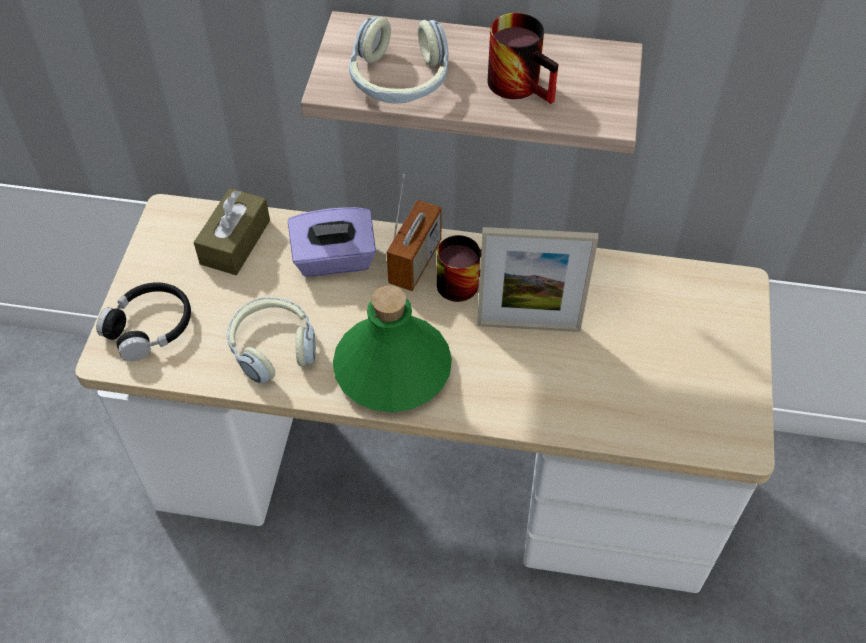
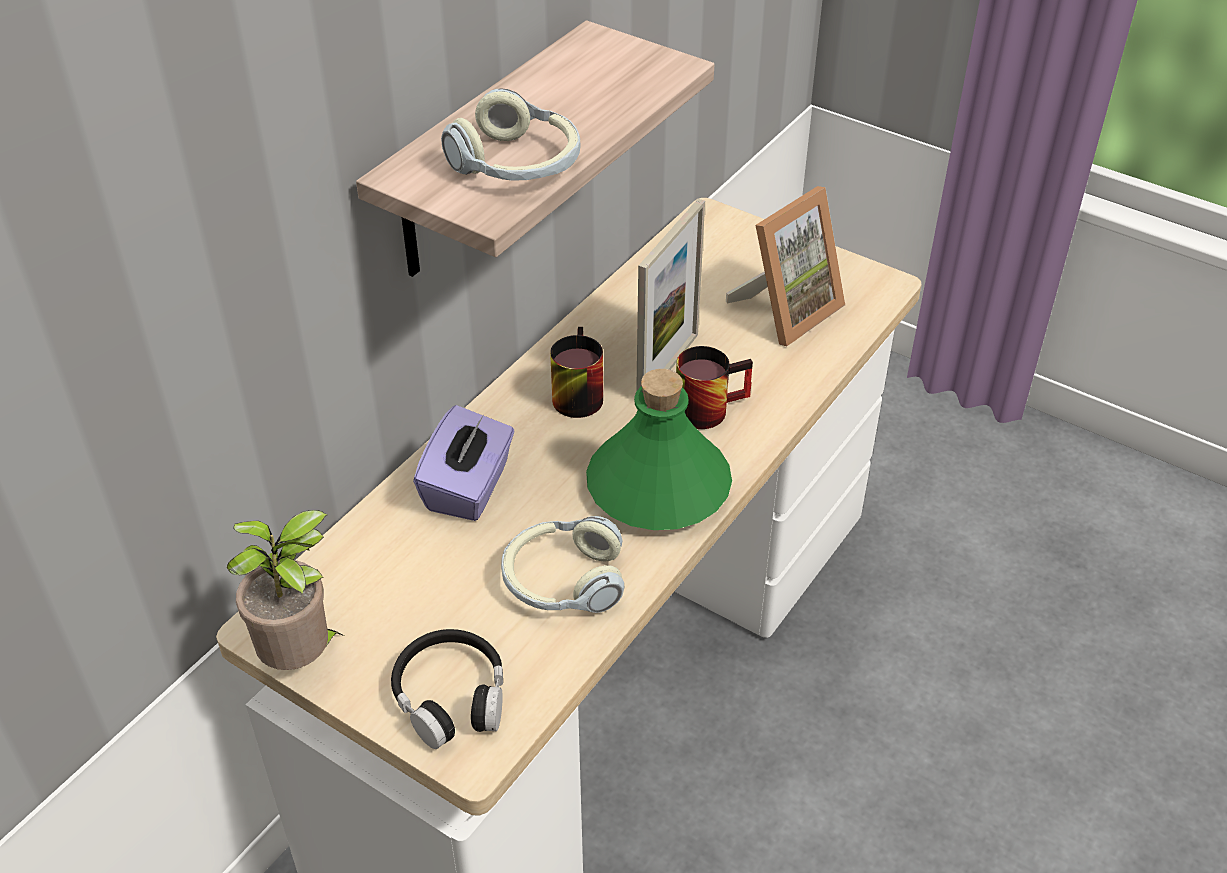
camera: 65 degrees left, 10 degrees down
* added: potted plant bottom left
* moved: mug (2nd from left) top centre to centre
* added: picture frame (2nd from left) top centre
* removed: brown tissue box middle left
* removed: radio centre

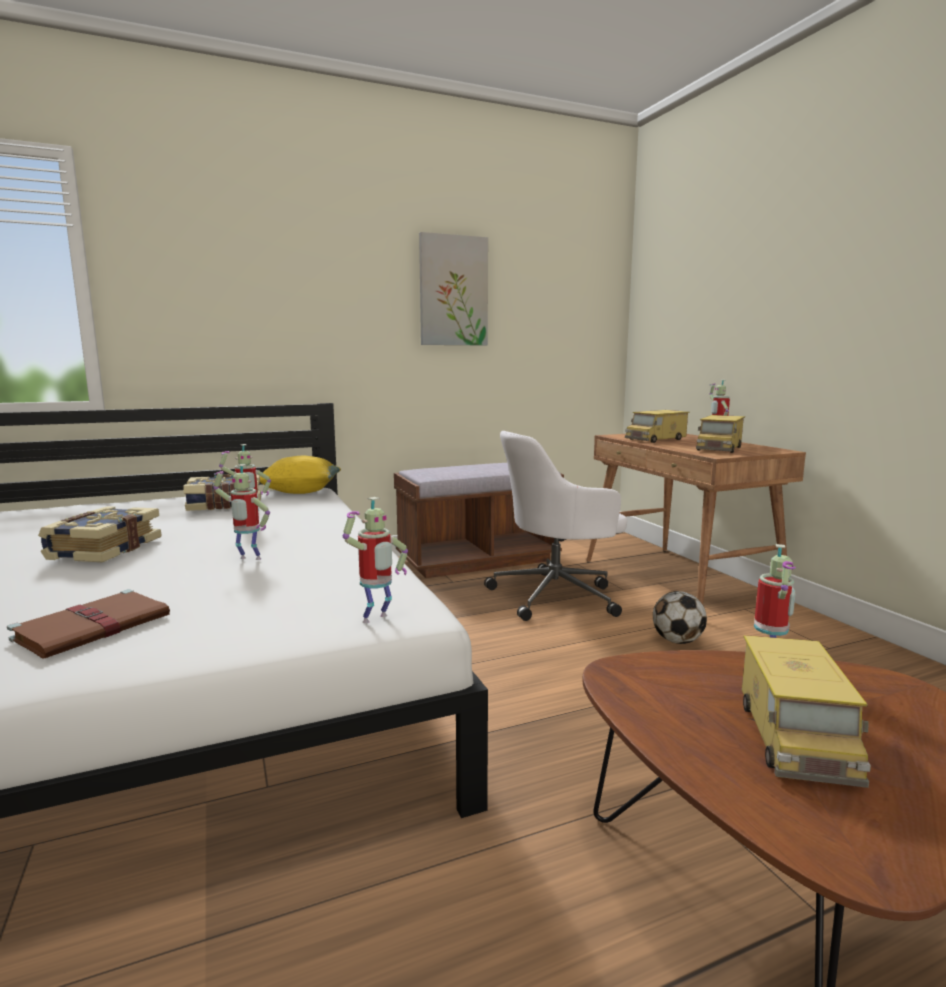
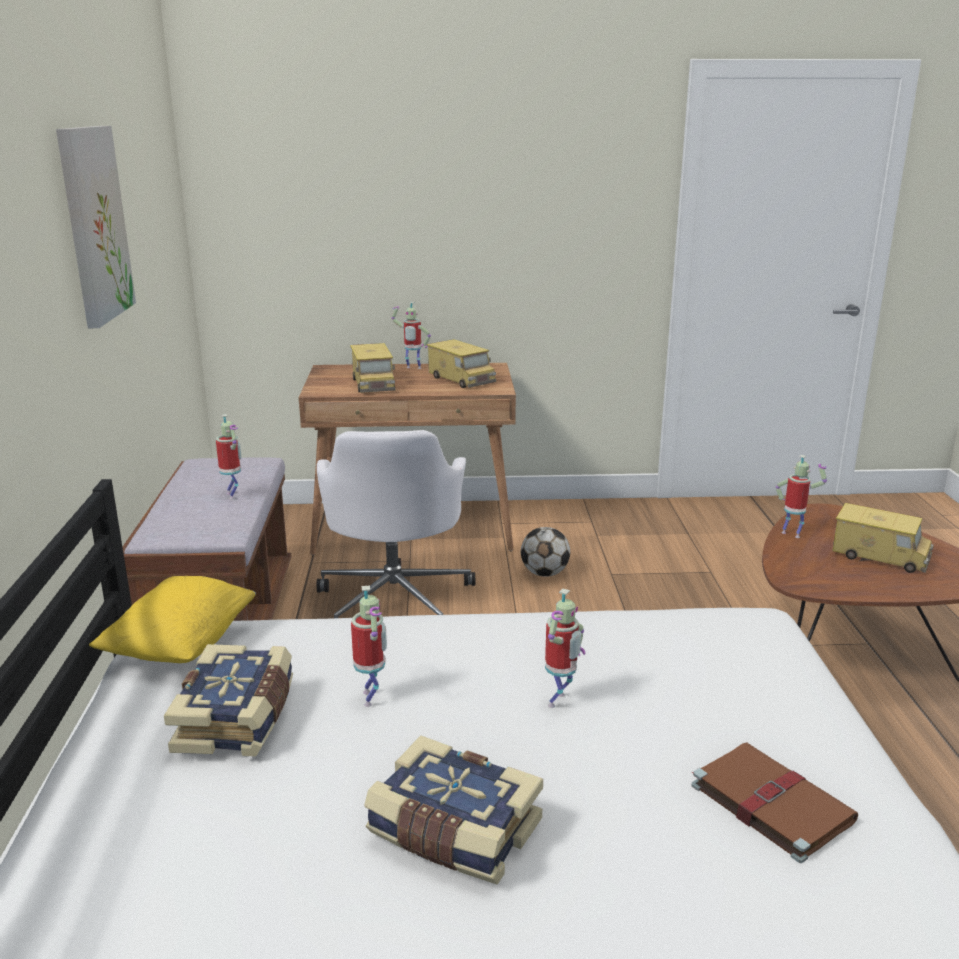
camera: 70 degrees left, 10 degrees up
* moved: toy robot (3rd from left in the first image) centre to toy robot (1st from left) middle left

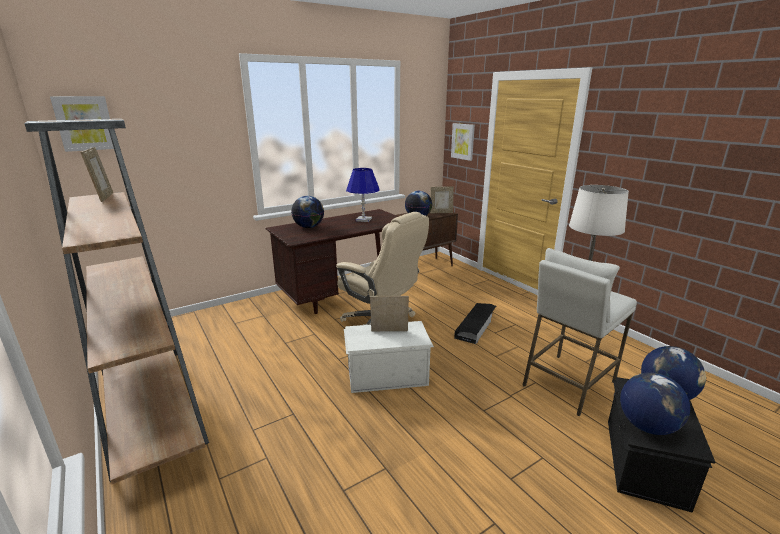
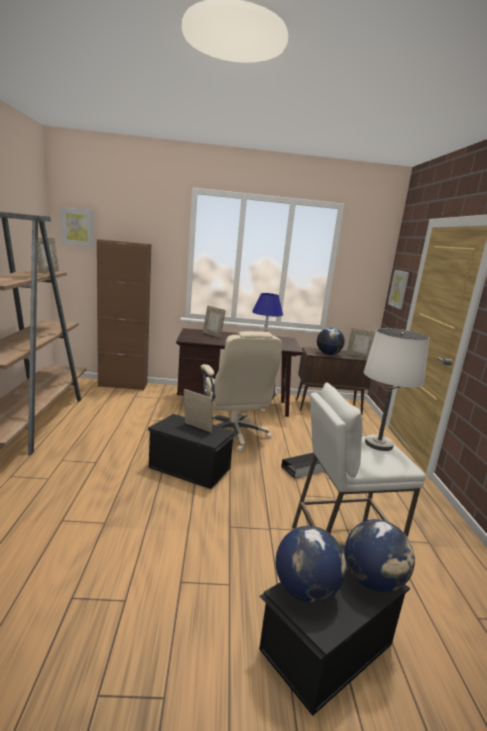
camera: 30 degrees right, 5 degrees down
* added: brown cabinet (1st from left) middle left
* recoloured: white storage box bottom centre to black storage box (1st from left) centre
* replaced: globe (1st from left) centre to picture frame (3rd from left) centre

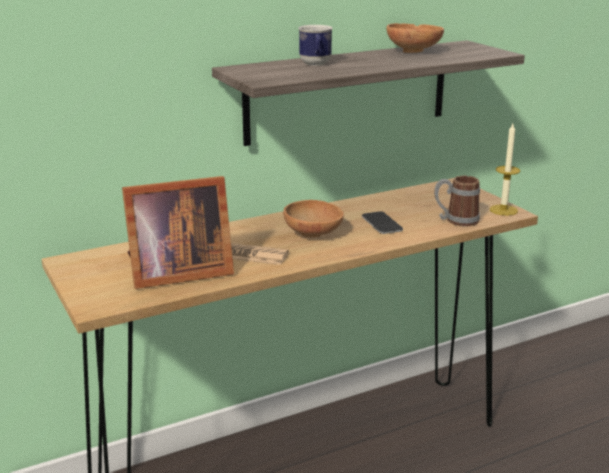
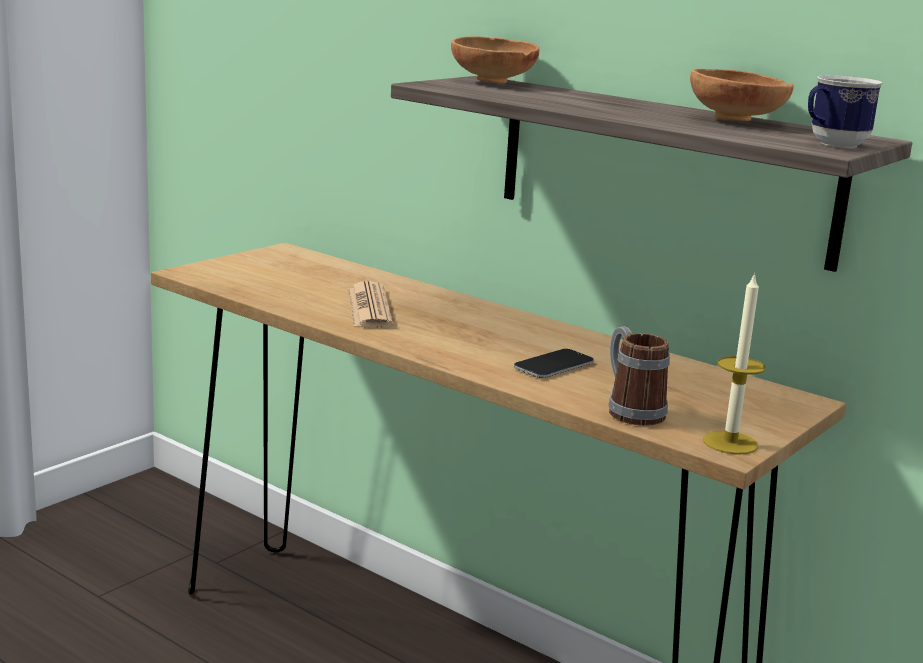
camera: 65 degrees right, 5 degrees down
* moved: brown bowl (1st from left) centre to top centre
* moved: mug (1st from left in the first image) top centre to mug (2nd from left) top right
* removed: picture frame middle left

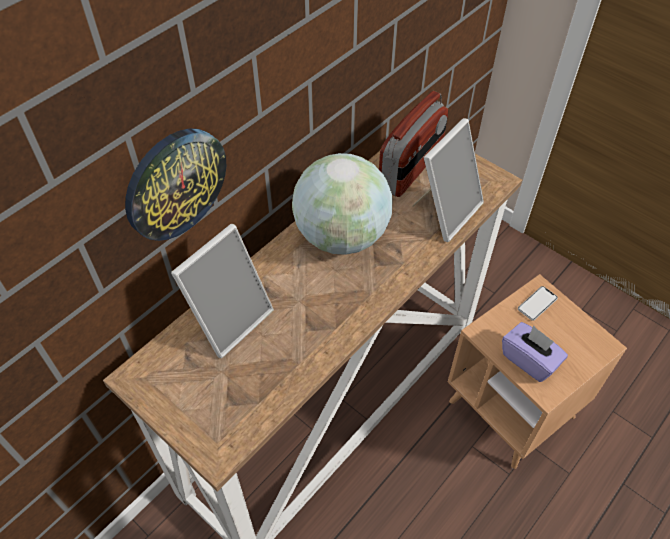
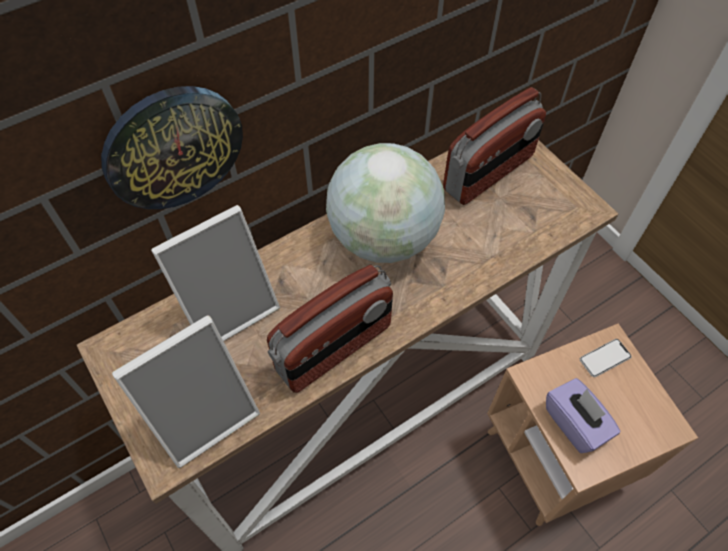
camera: 15 degrees right, 5 degrees up
* moved: picture frame (2nd from left in the first image) middle right to picture frame (1st from left) bottom left
* added: radio (1st from left) centre

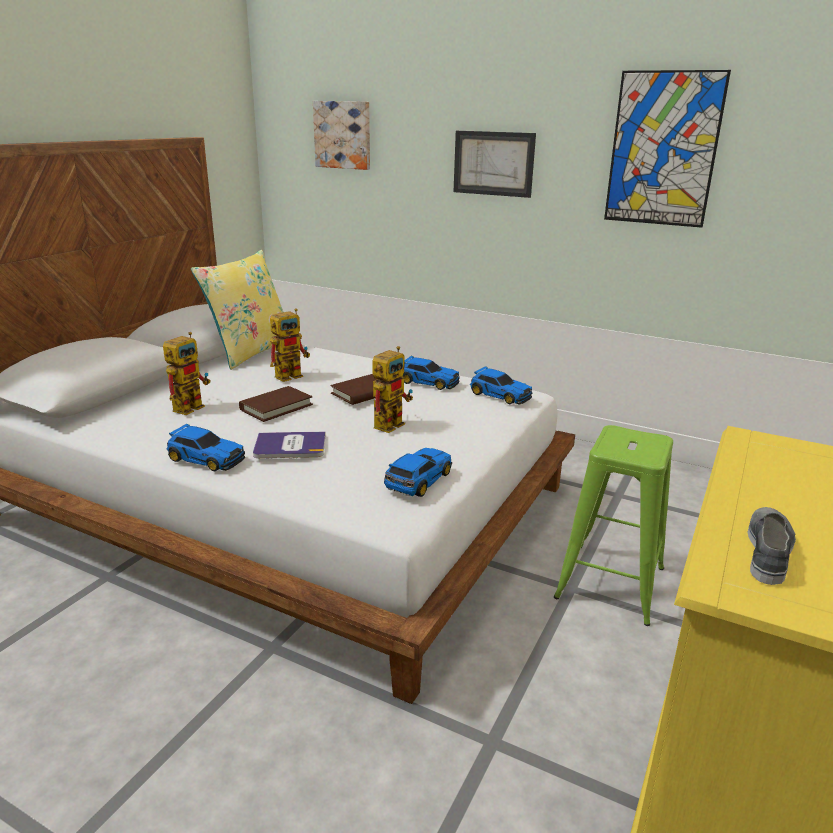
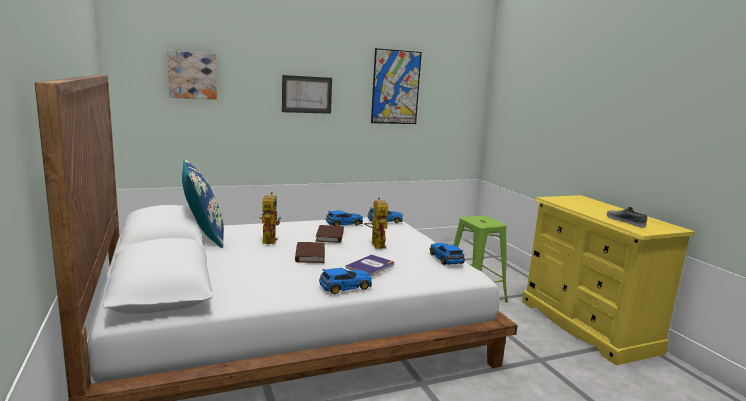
camera: 50 degrees left, 10 degrees down
* recoloured: yellow pillow middle left to blue pillow middle left
* removed: toy robot (1st from left) middle left

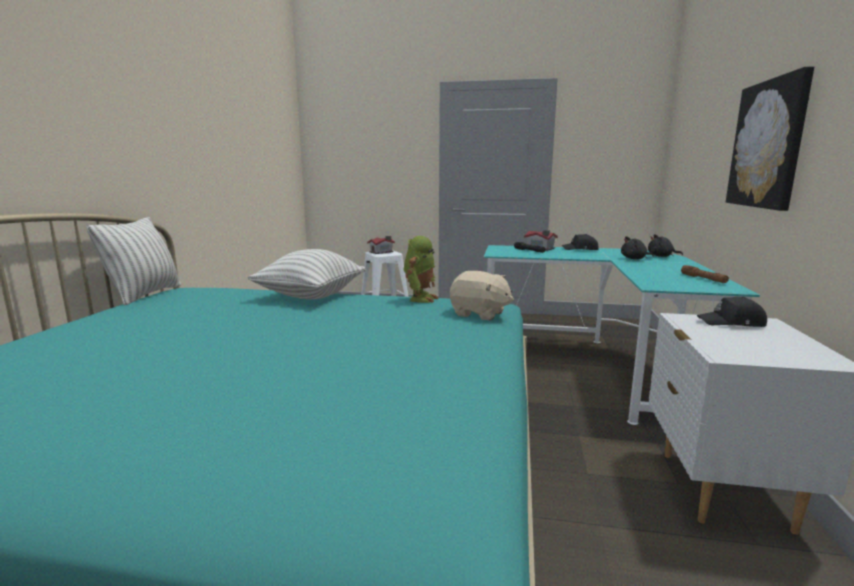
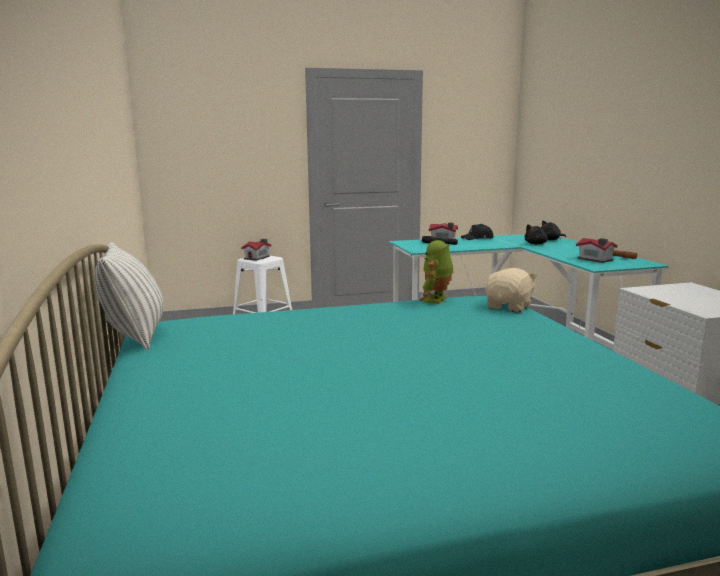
camera: 25 degrees left, 0 degrees up
* turned: toy robot centre = centre 150 degrees counterclockwise
* turned: beige plush toy centre = middle right 60 degrees counterclockwise
* added: toy house (3rd from left) middle right
* removed: pillow (2nd from left) centre
* removed: black cap (2nd from left) middle right
* removed: picture top right

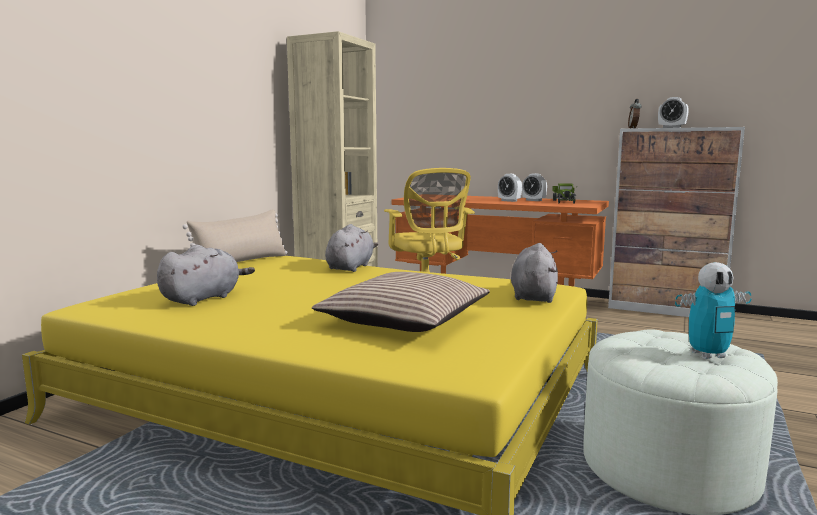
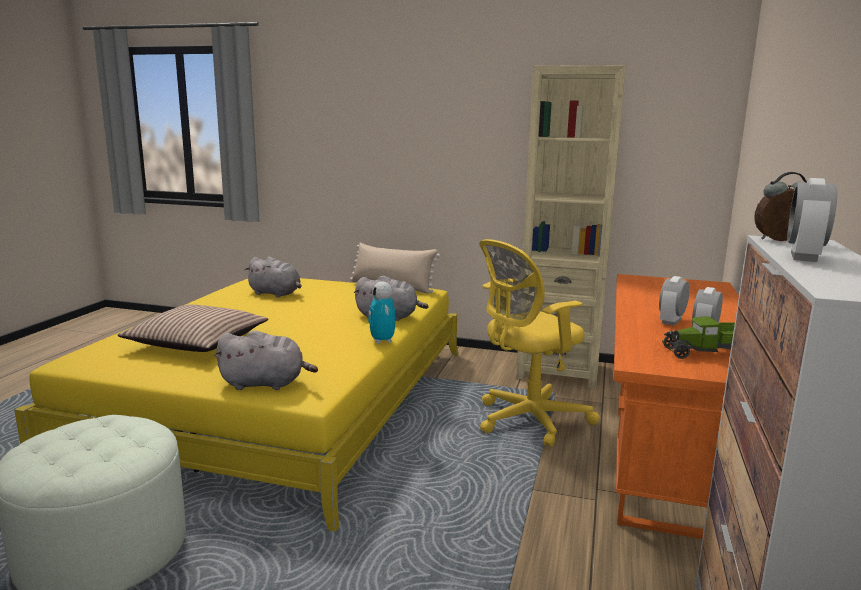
camera: 80 degrees right, 5 degrees up
* moved: toy robot middle right to centre

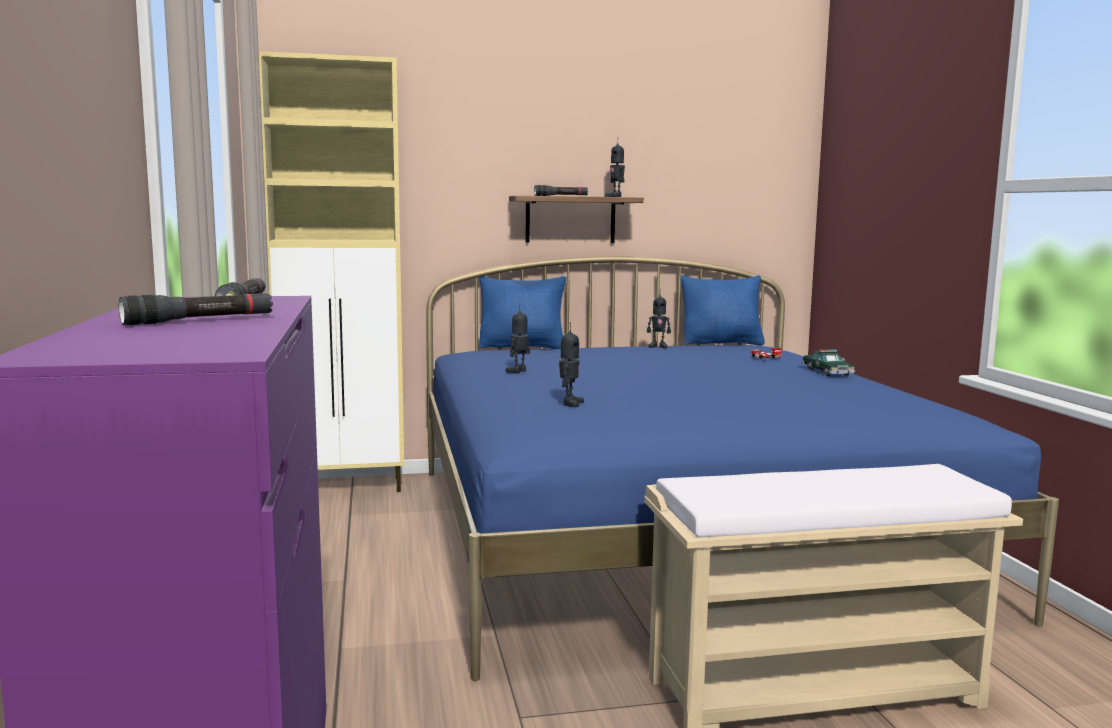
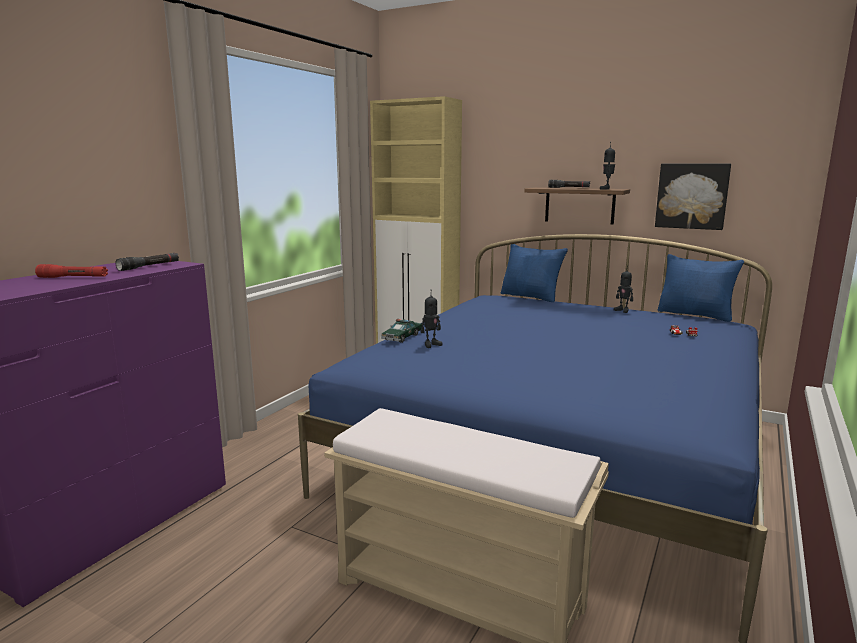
camera: 40 degrees right, 5 degrees up
* recoloured: black flashlight (1st from left) middle left to red flashlight middle left
* moved: toy car (2nd from left in the first image) middle right to toy car (1st from left) centre
* added: picture top right
* removed: toy robot (1st from left) centre

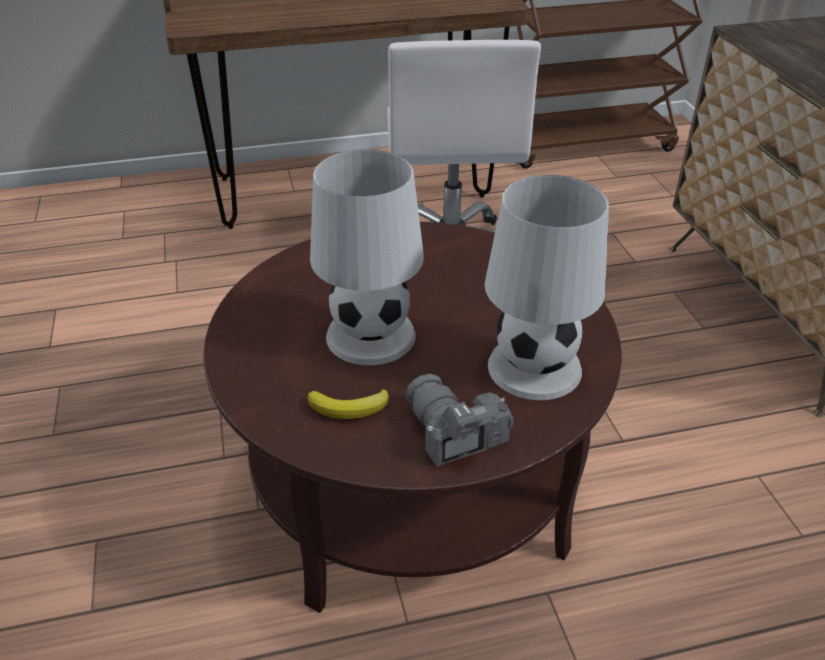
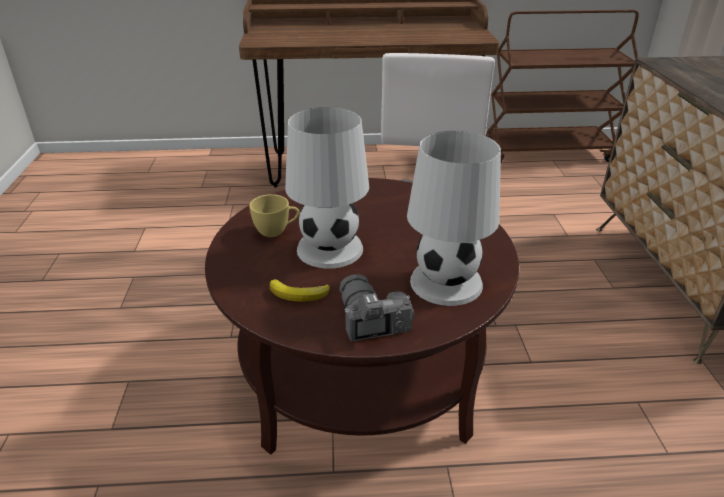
camera: 10 degrees right, 5 degrees down
* added: yellow cup centre

